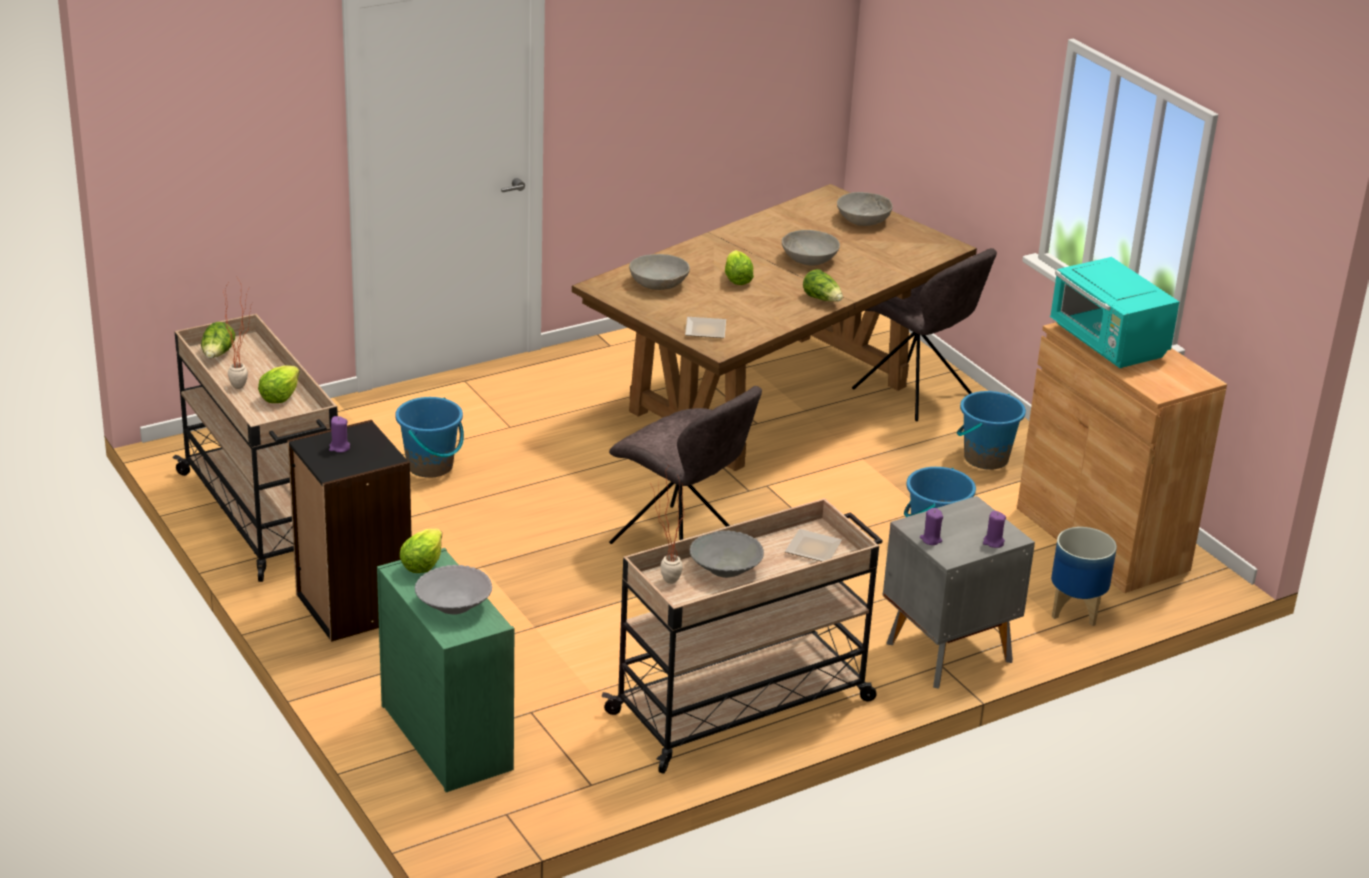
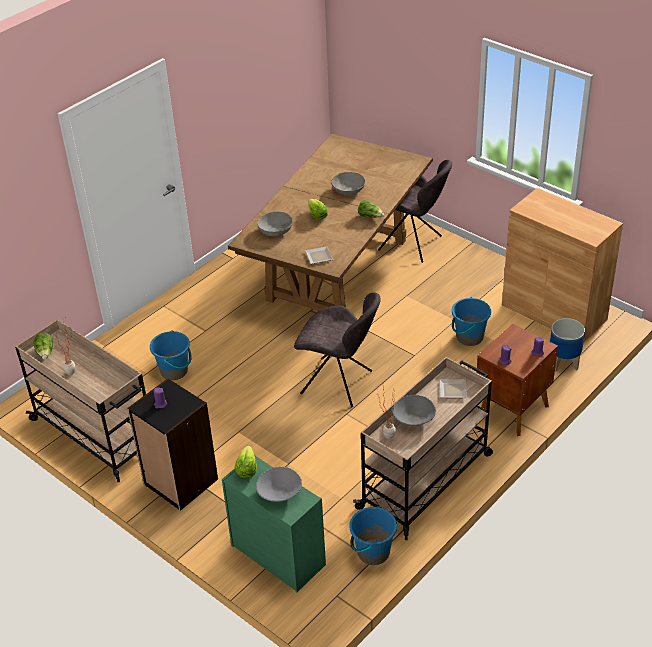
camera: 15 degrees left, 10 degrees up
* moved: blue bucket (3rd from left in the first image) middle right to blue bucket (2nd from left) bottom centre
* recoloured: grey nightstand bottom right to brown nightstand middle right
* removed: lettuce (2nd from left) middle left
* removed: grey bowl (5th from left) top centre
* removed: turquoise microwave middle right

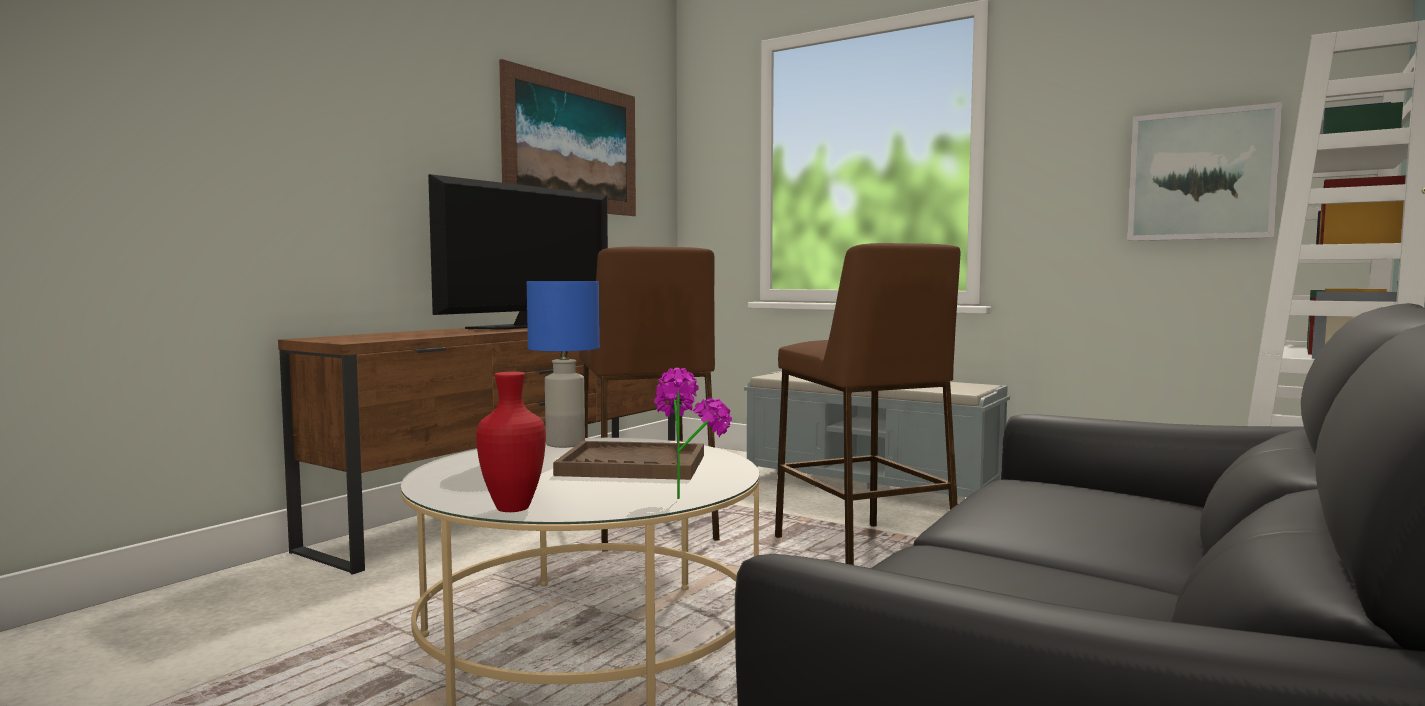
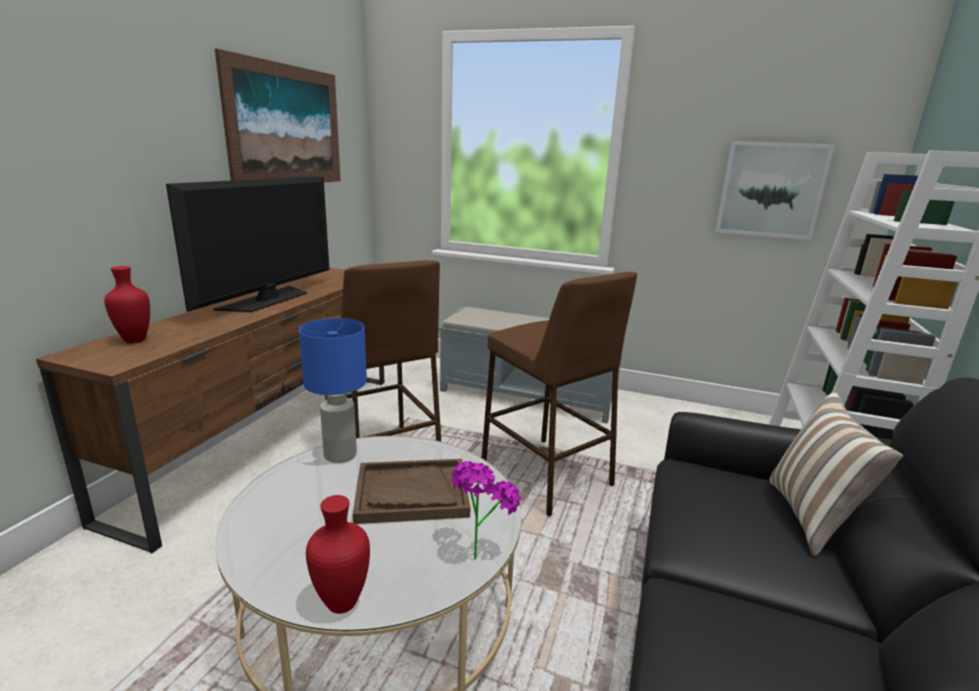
camera: 15 degrees left, 15 degrees up
* added: red vase (1st from left) middle left
* added: pillow bottom right

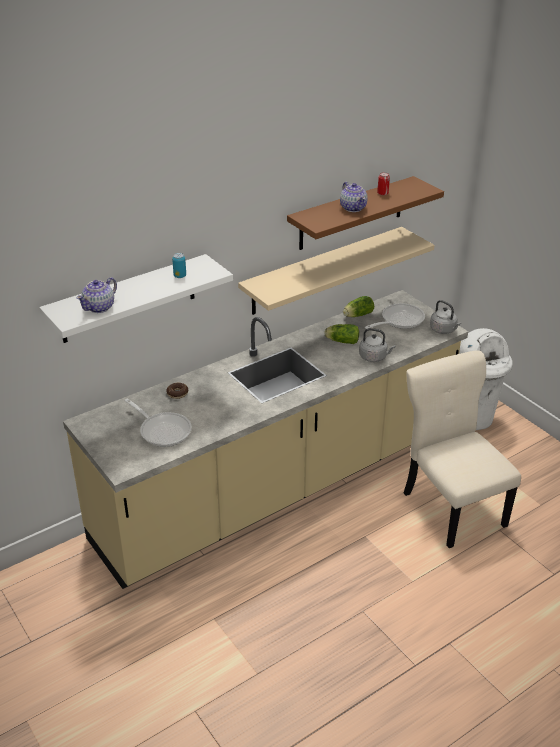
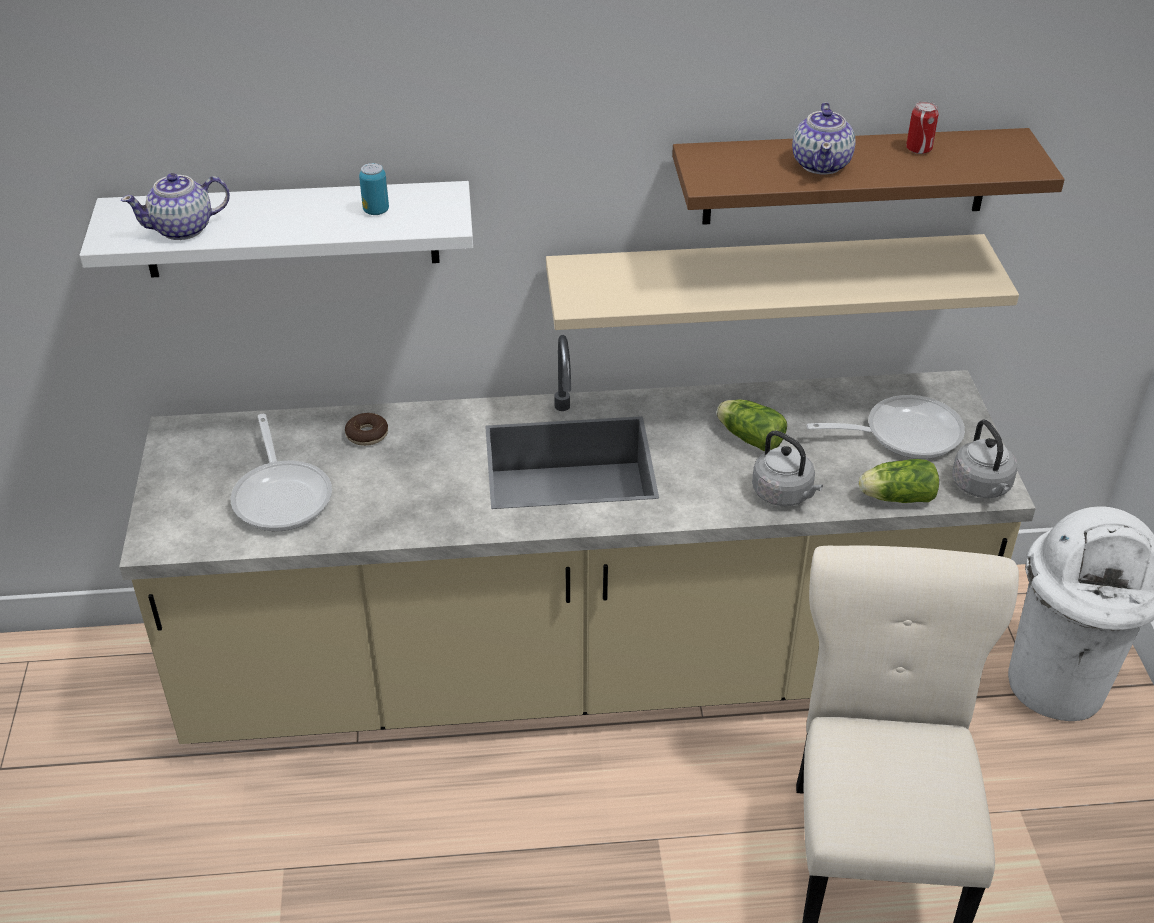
camera: 30 degrees right, 5 degrees up
* moved: lettuce (2nd from left) centre to middle right

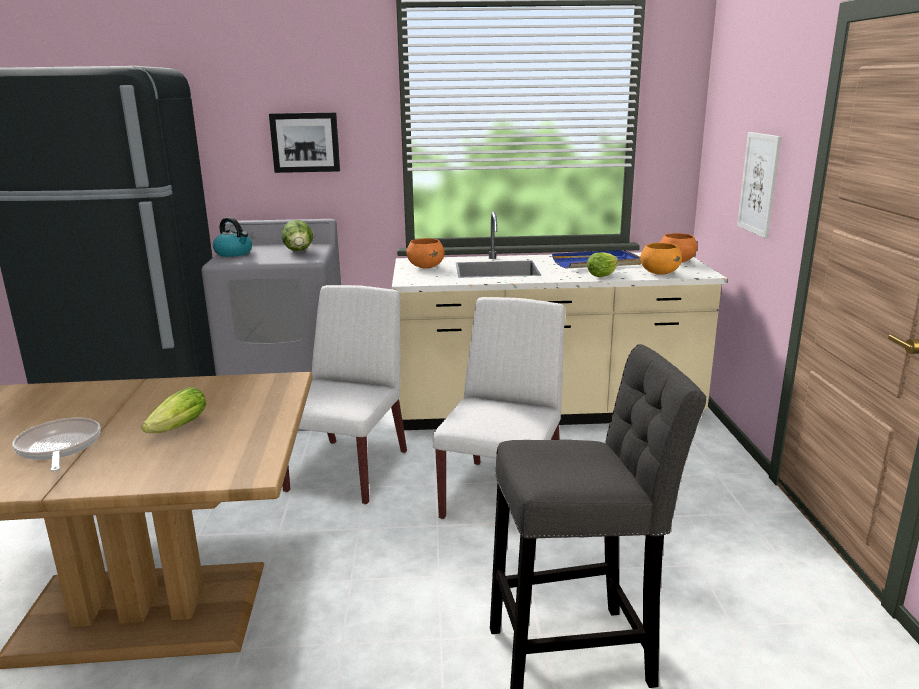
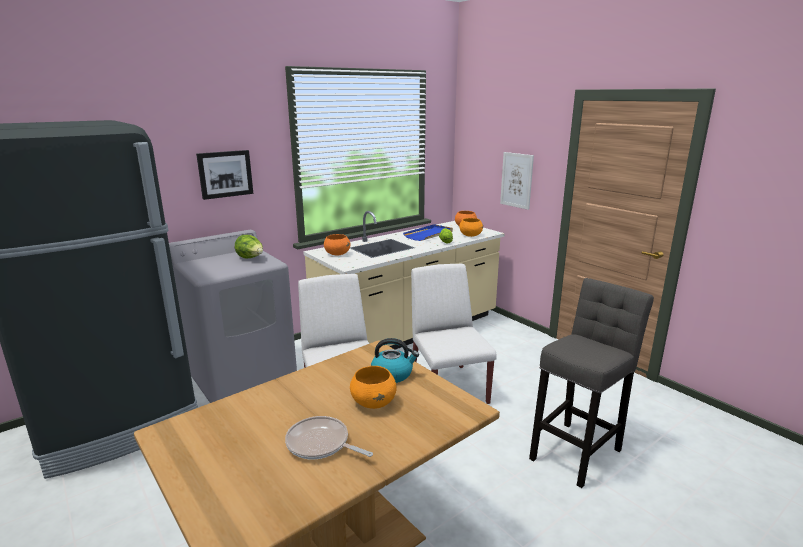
camera: 35 degrees left, 0 degrees up
* replaced: lettuce (1st from left) middle left to orange bowl (2nd from left) bottom centre
* moved: kettle middle left to centre

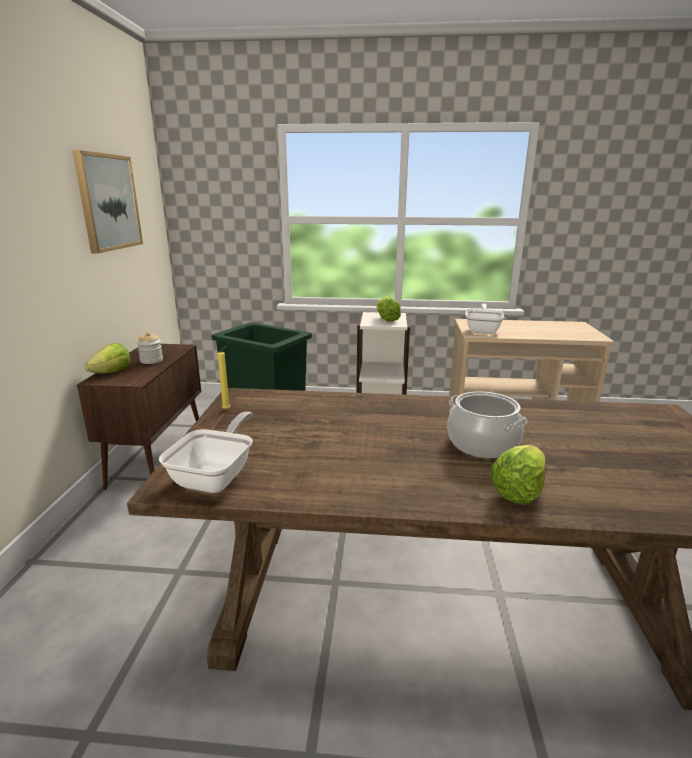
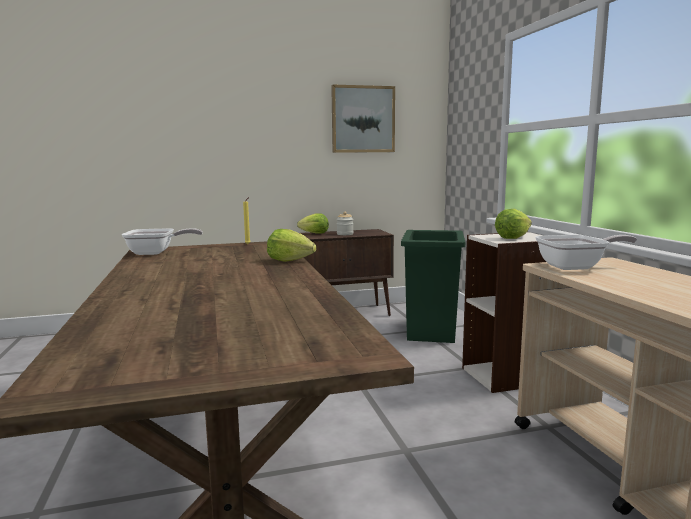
camera: 70 degrees right, 10 degrees down
* moved: lettuce (3rd from left in the first image) middle right to lettuce (1st from left) centre
* removed: cooking pot middle right

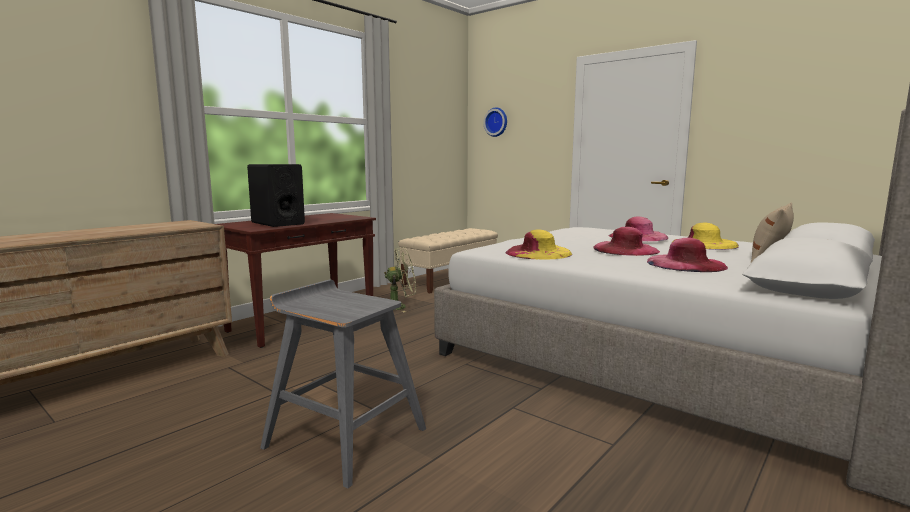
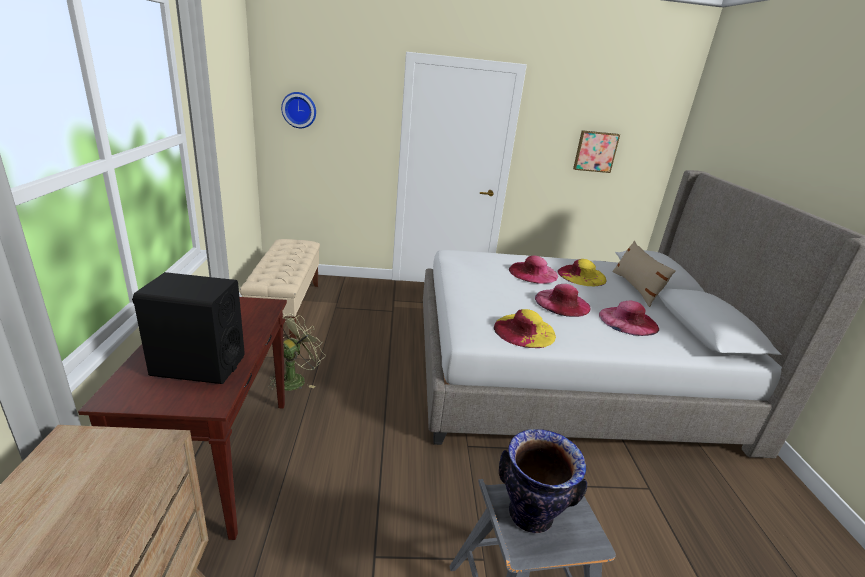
camera: 45 degrees left, 15 degrees up
* added: vase bottom centre
* added: picture top right

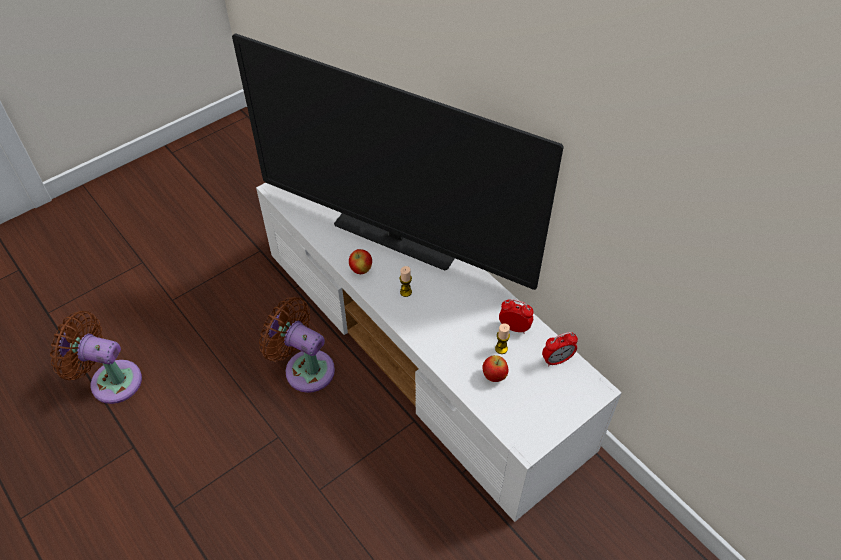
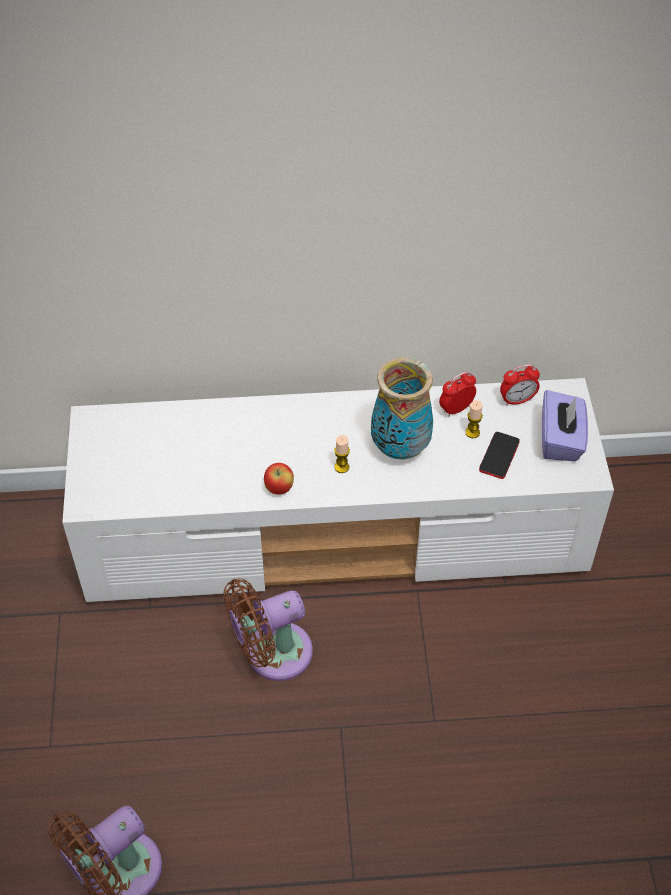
camera: 55 degrees left, 0 degrees up
* added: vase centre
* replaced: apple (2nd from left) centre to phone middle right
* turned: alarm clock (2nd from left) centre = middle right 60 degrees clockwise
* added: purple tissue box middle right
* removed: television top centre

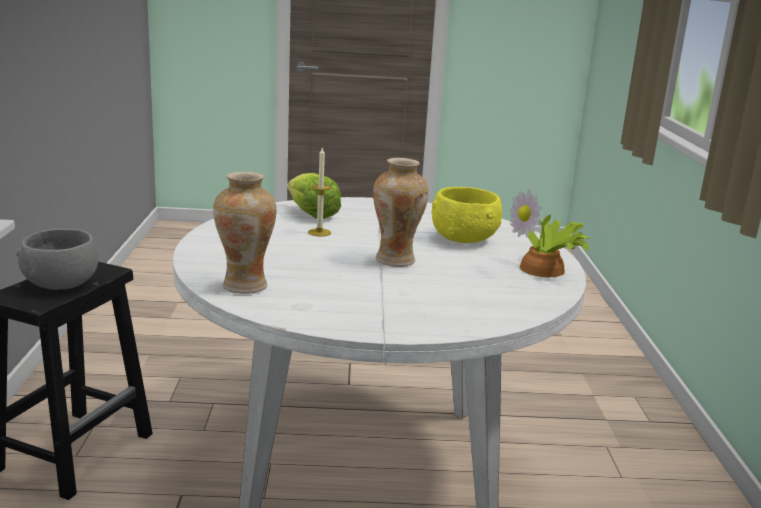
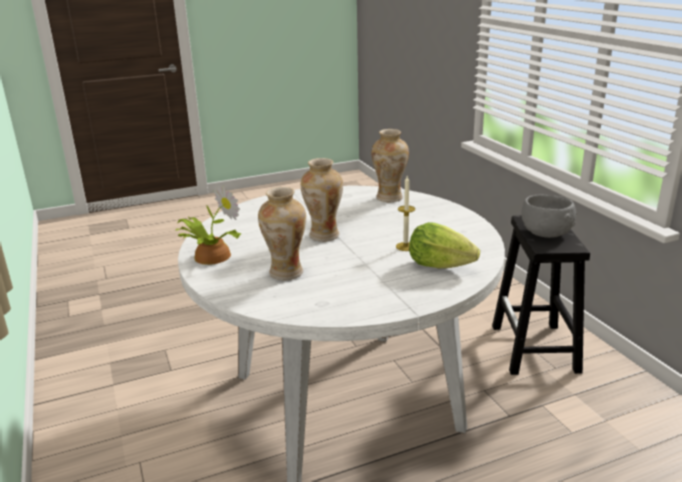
camera: 160 degrees right, 5 degrees up
* replaced: yellow bowl centre to vase (1st from left) centre

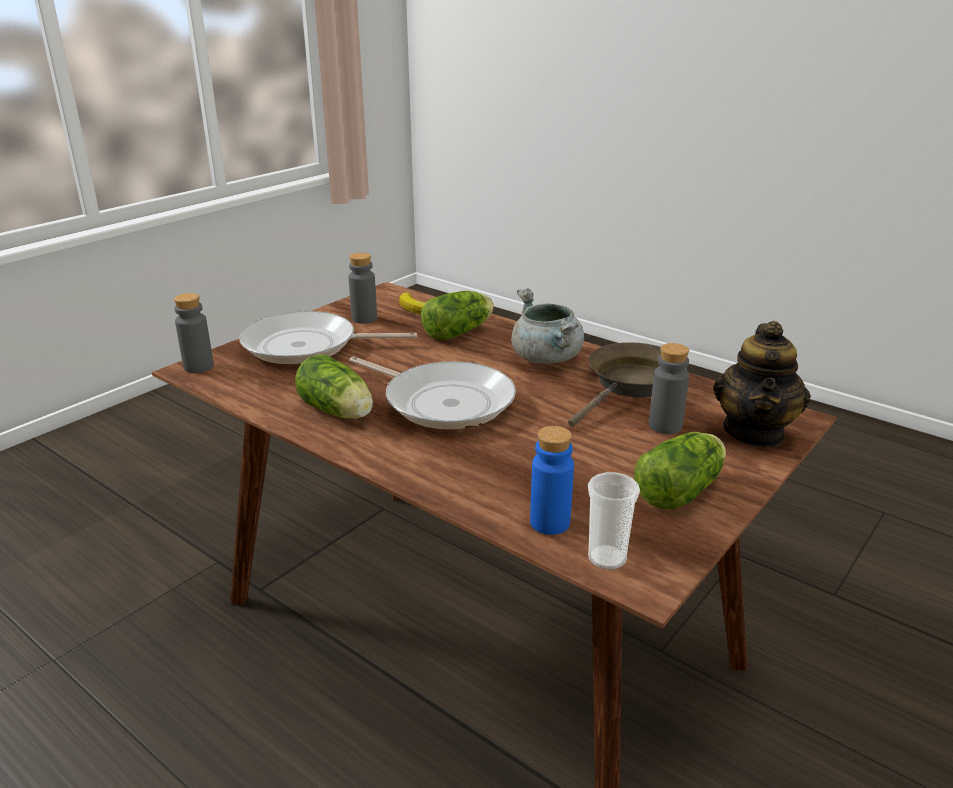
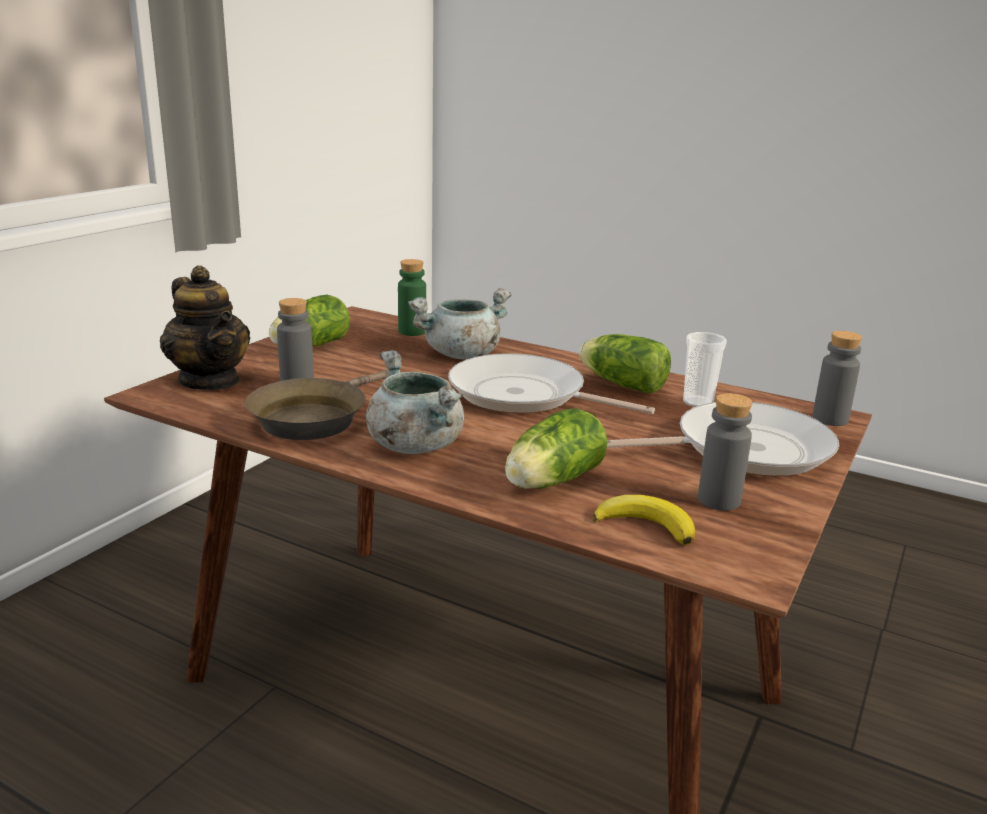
camera: 170 degrees right, 5 degrees down
* turned: teapot middle right = middle left 135 degrees clockwise
* recoloured: blue bottle centre to green bottle centre
* added: grey cooking pot (2nd from left) centre
* moved: cup centre to middle right

